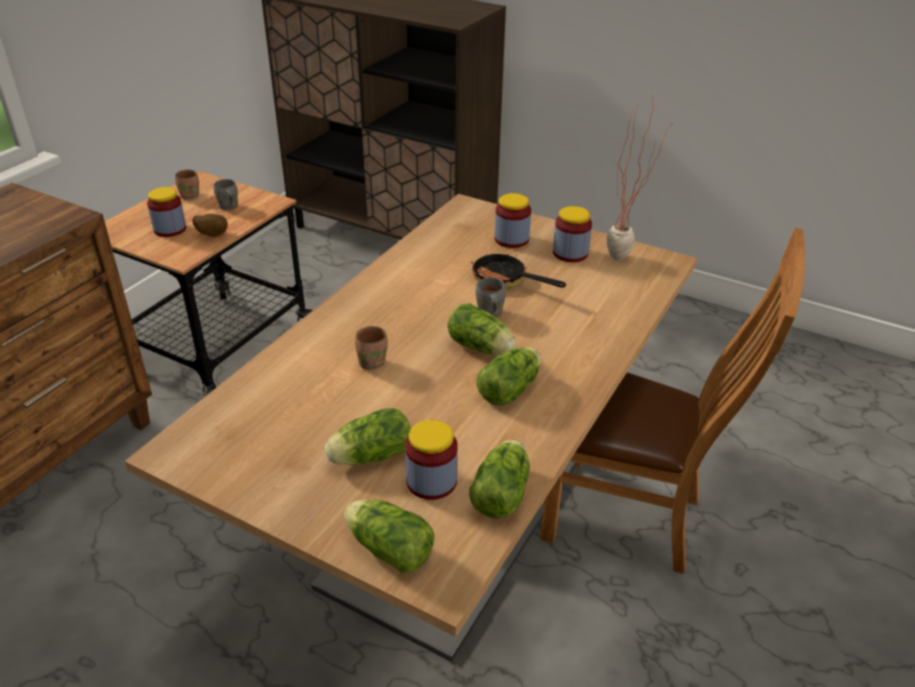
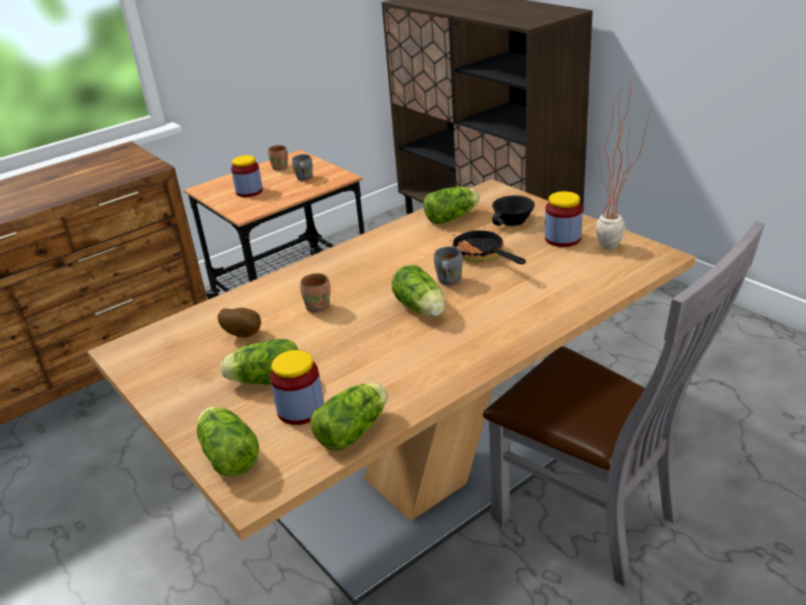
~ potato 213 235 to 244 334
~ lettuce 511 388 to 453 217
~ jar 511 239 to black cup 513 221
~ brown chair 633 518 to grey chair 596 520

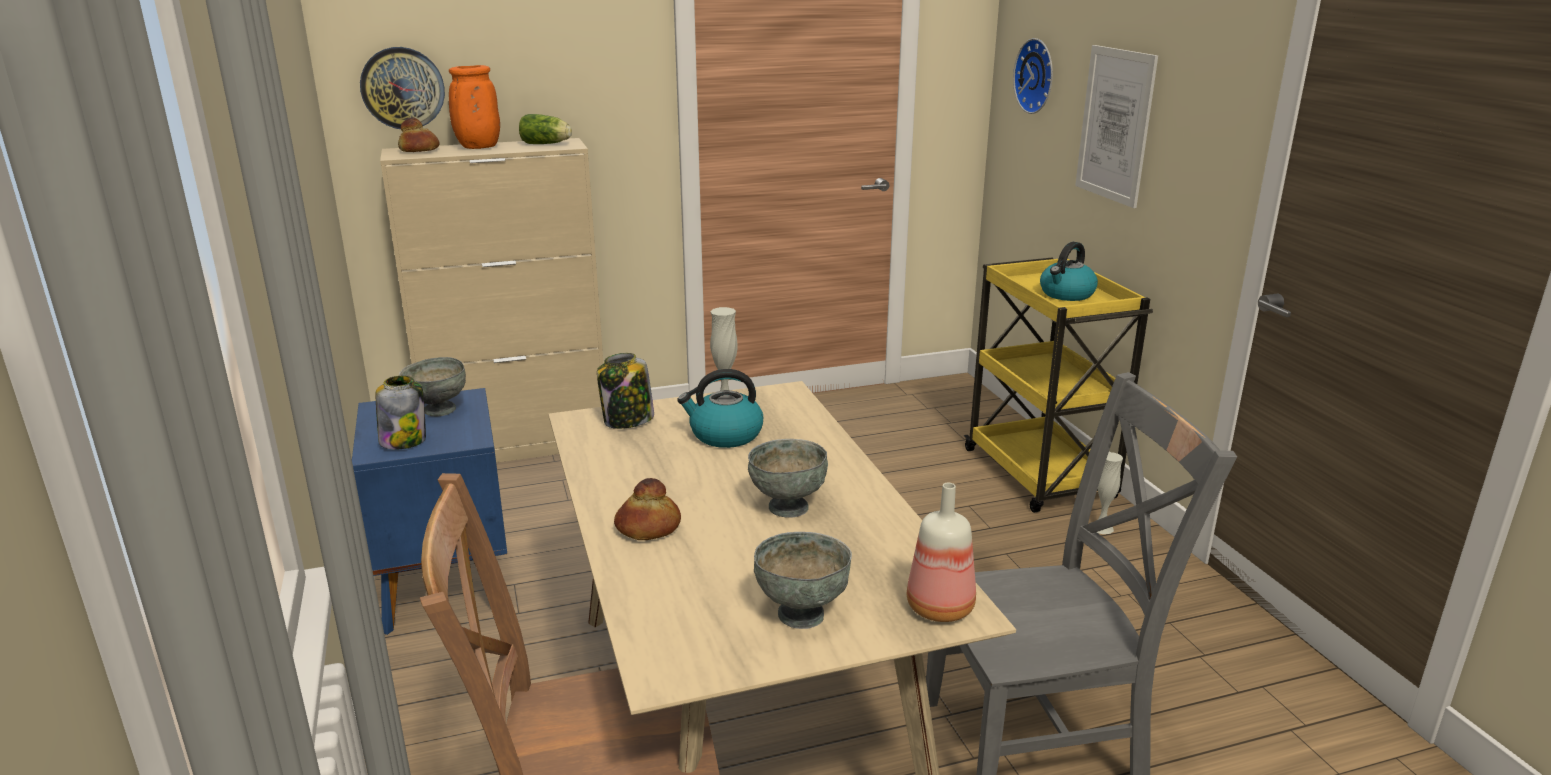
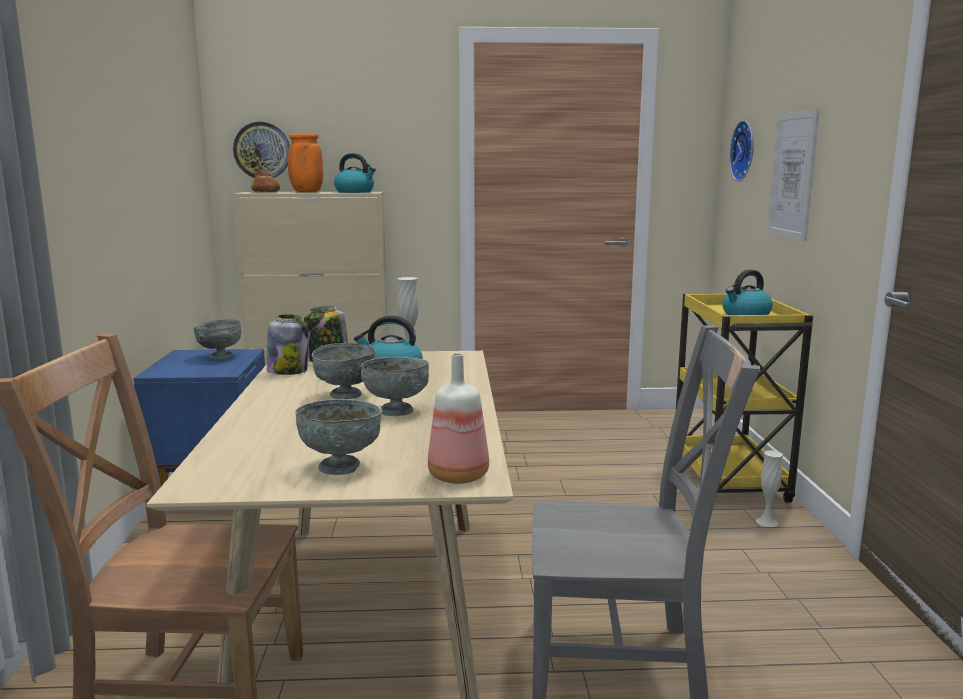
- bread 648 528
+ grey bowl 346 395
~ jar 404 440 to 288 371
~ lettuce 547 144 to kettle 355 192

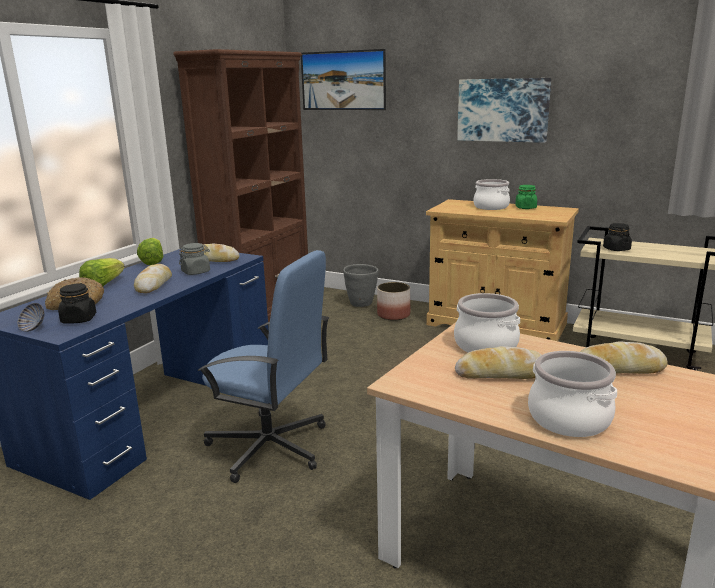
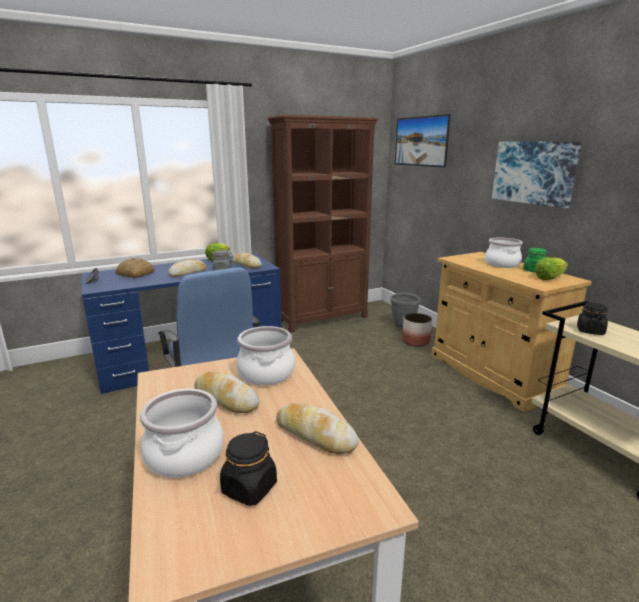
~ black jar 79 319 to 249 488
~ lettuce 103 285 to 549 278

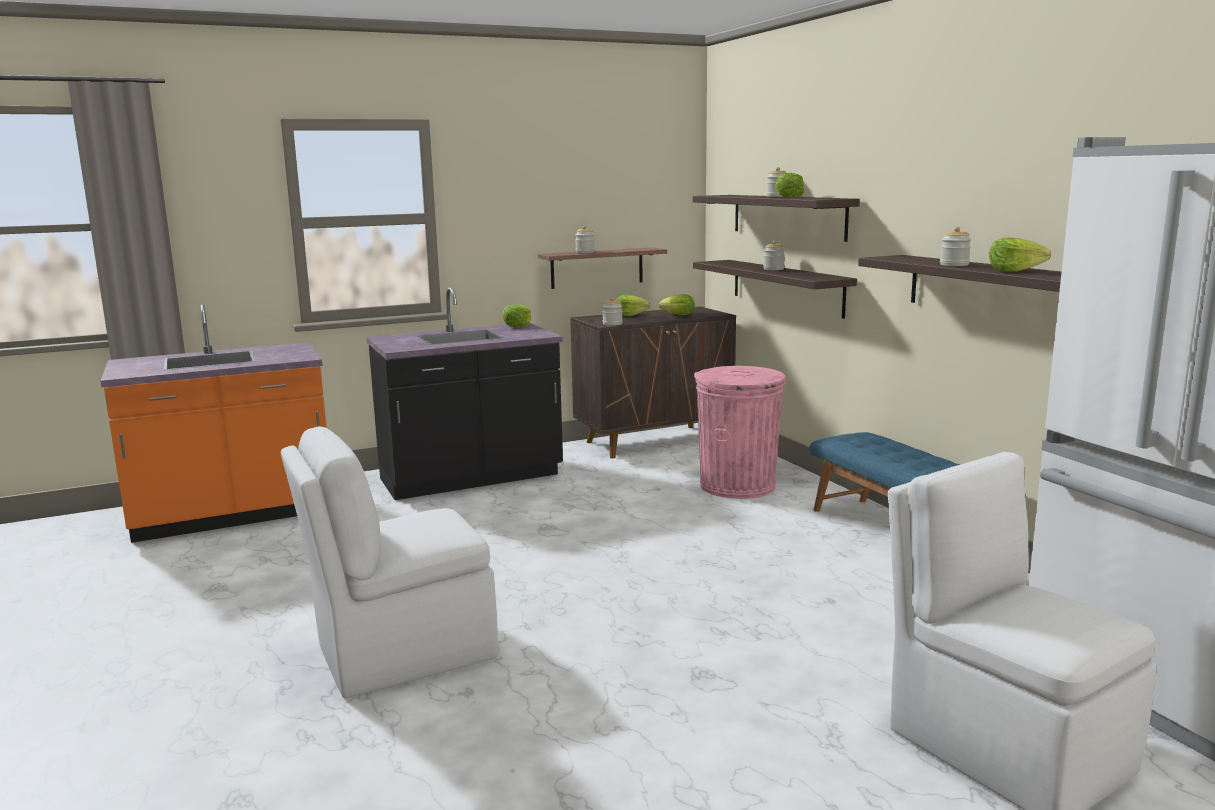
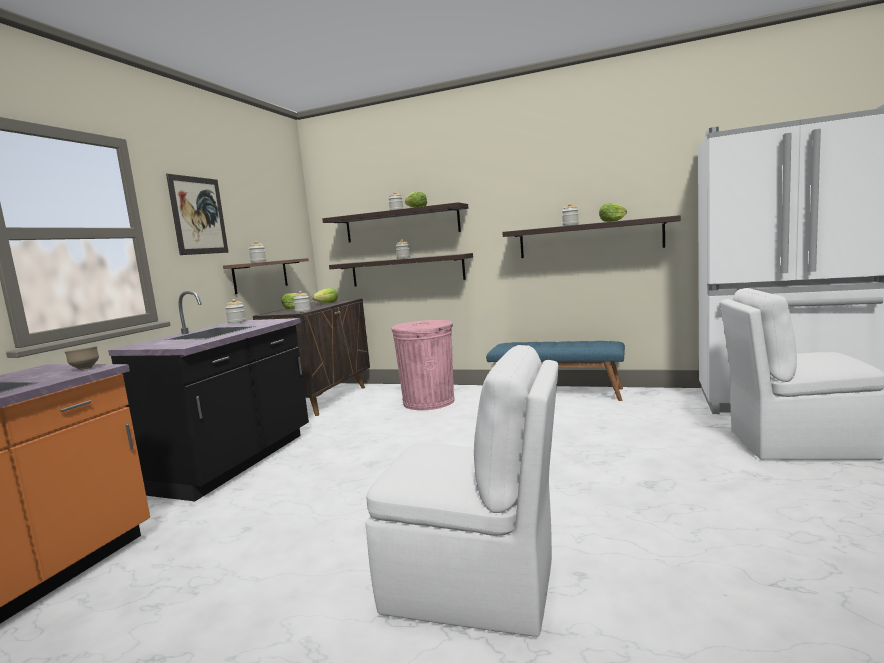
+ brown bowl 85 368
+ picture 198 215
~ lettuce 518 326 to jar 237 322
~ white chair 401 653 = 475 586 90 degrees counterclockwise

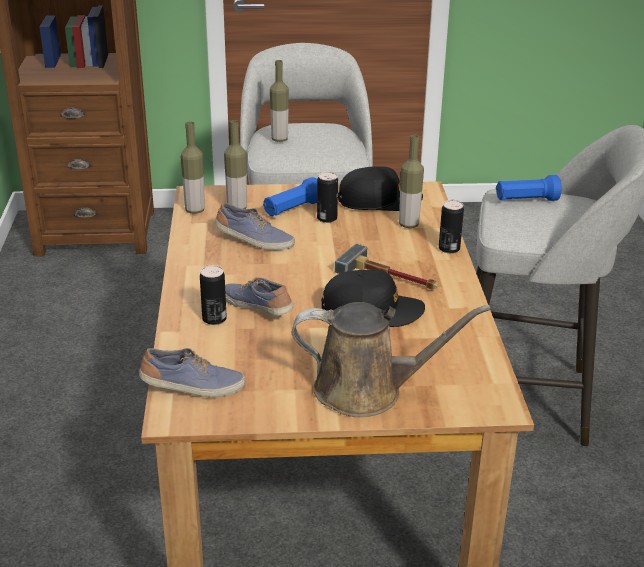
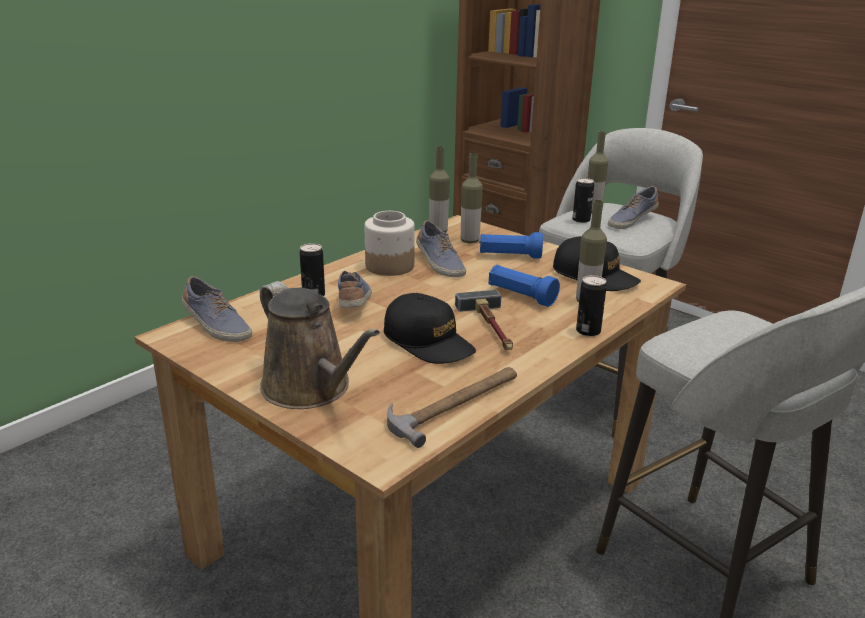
+ jar 389 266
+ hammer 456 404
+ shoe 631 220
~ can 327 218 to 581 220
~ blue flashlight 526 200 to 521 296

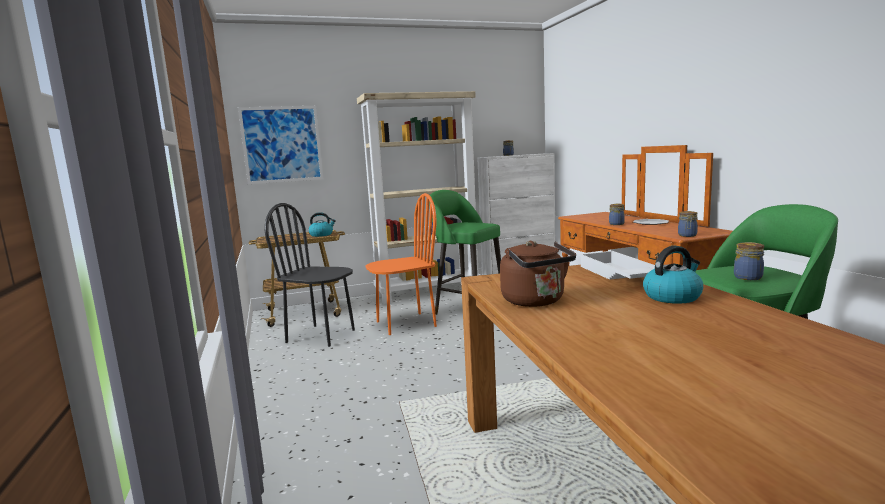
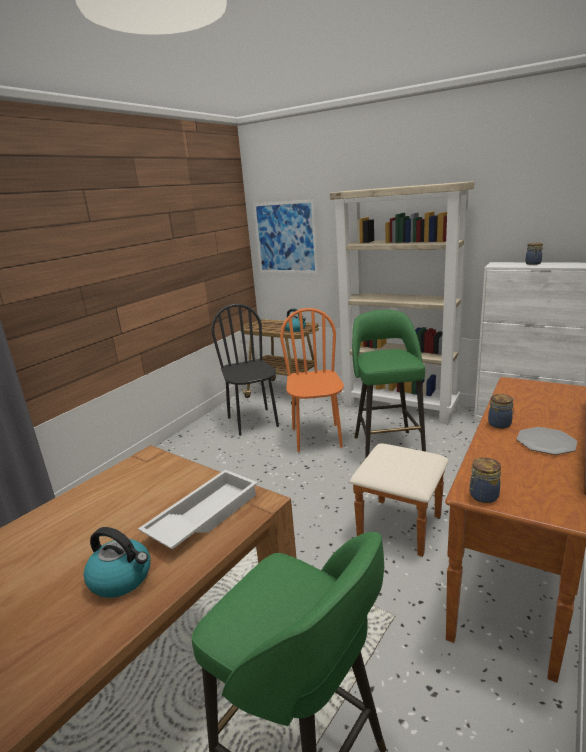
- brown kettle 536 301
- jar 747 277
~ orange chair 406 324 = 317 437 120 degrees counterclockwise

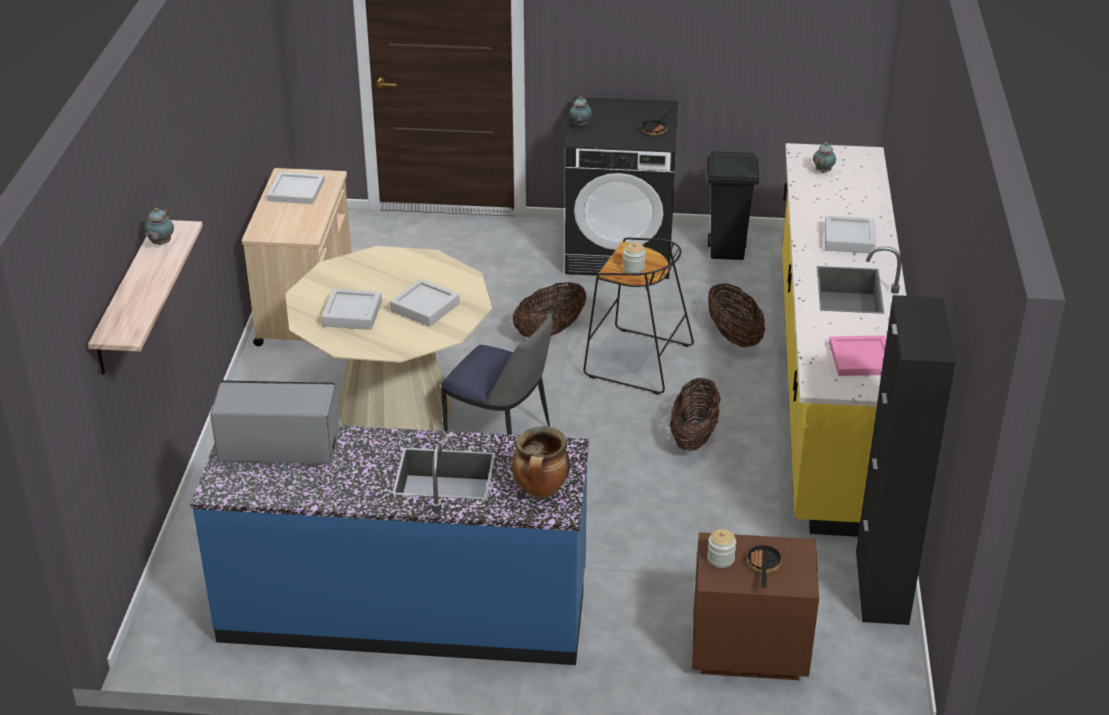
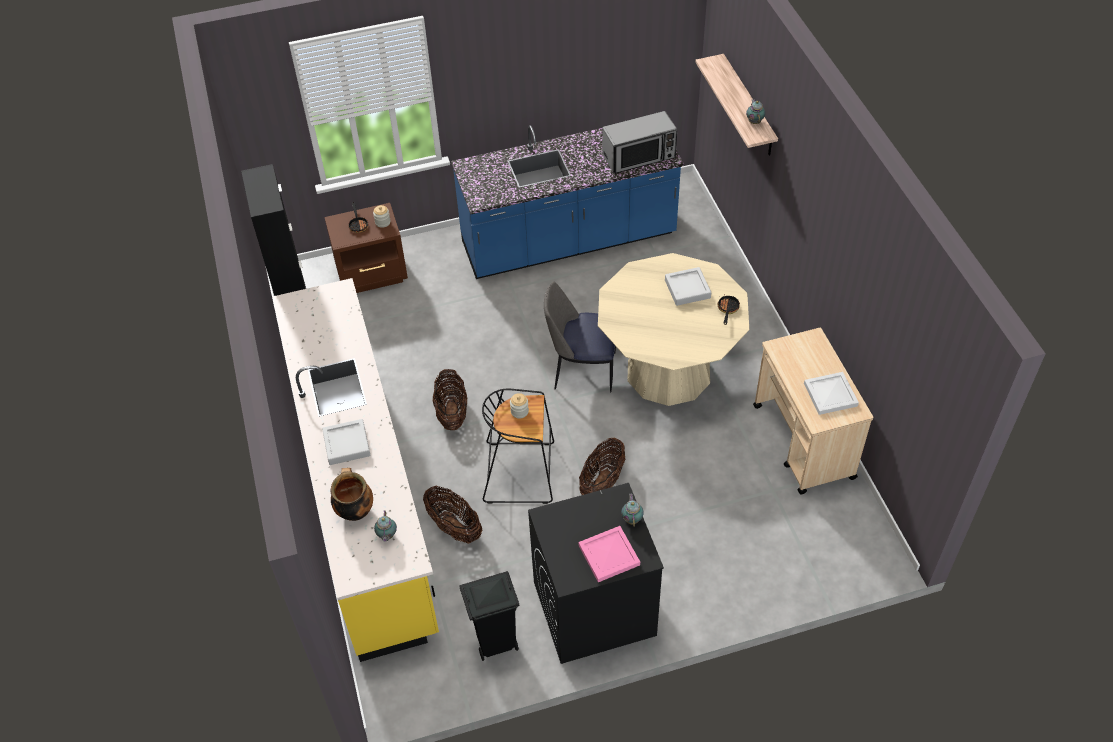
- grey tray 425 307
~ cooking pot 541 490 to 355 510
~ frying pan 656 129 to 727 309
~ pink tray 862 359 to 608 555

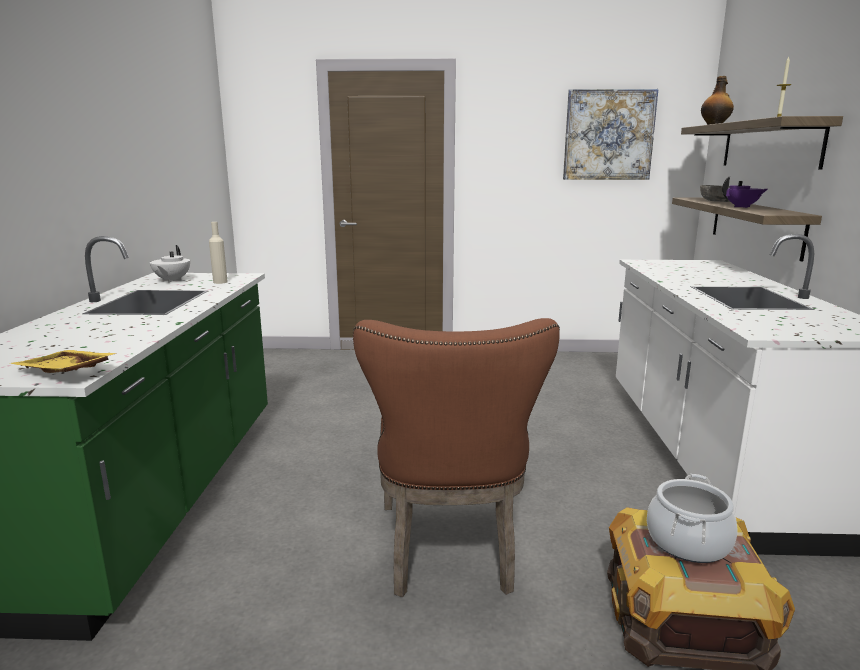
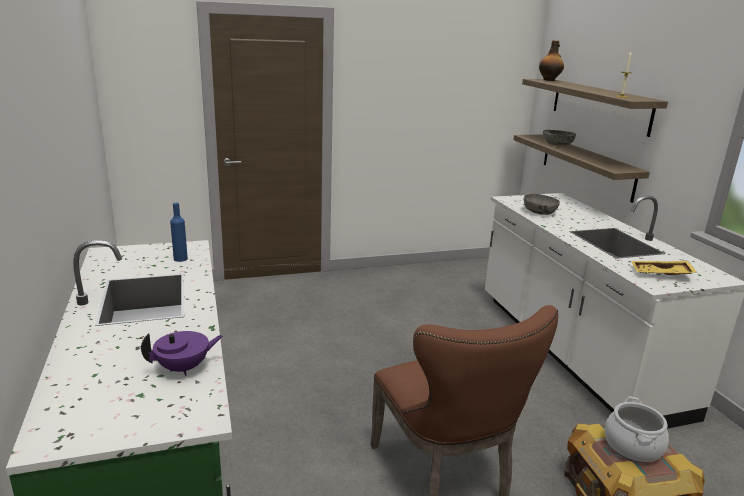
- white teapot 171 280
- picture 608 135
+ grey bowl 539 212
~ yellow tray 64 373 to 661 274
~ purple teapot 742 207 to 184 368
~ beige bottle 220 282 to blue bottle 180 259

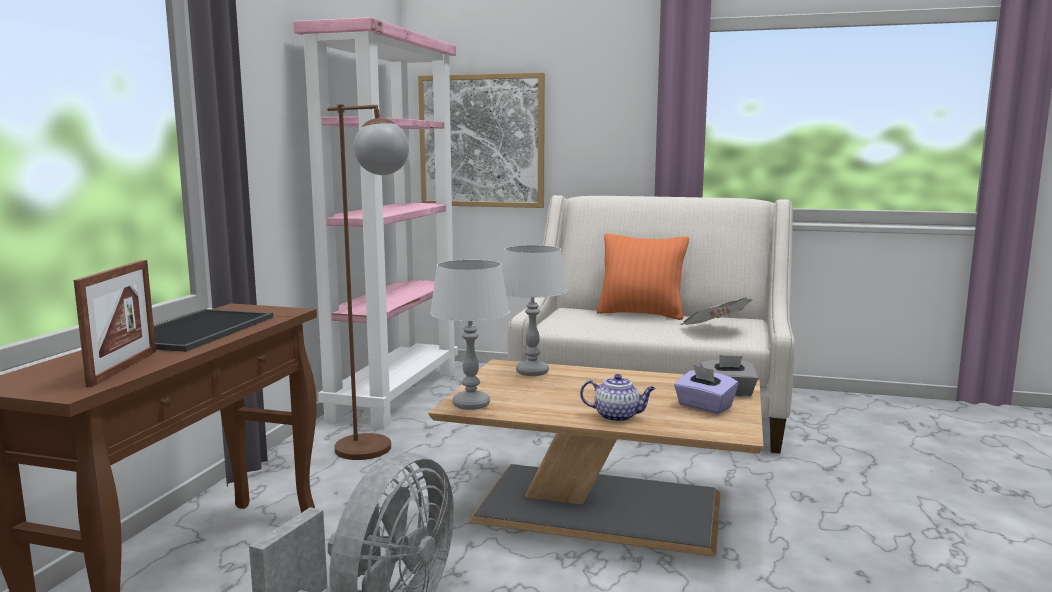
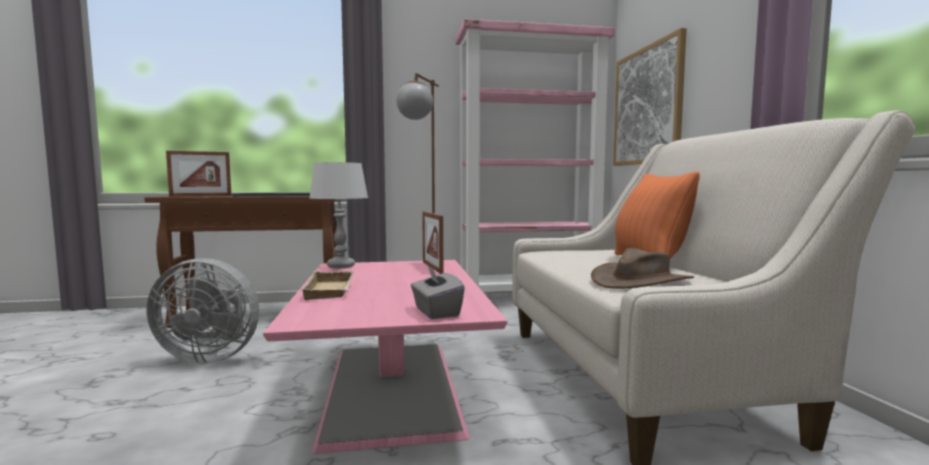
- purple tissue box 704 407
~ grey table lamp 532 372 to picture frame 432 267
~ teapot 617 416 to beige tray 332 290
~ newspaper 714 330 to brown hat 640 281
~ brown coffee table 604 506 to pink coffee table 392 389

